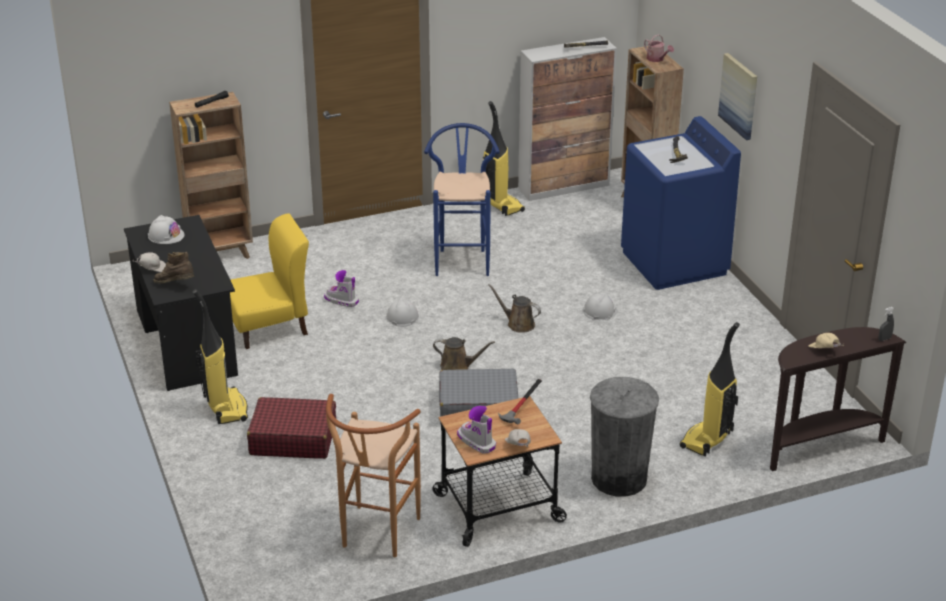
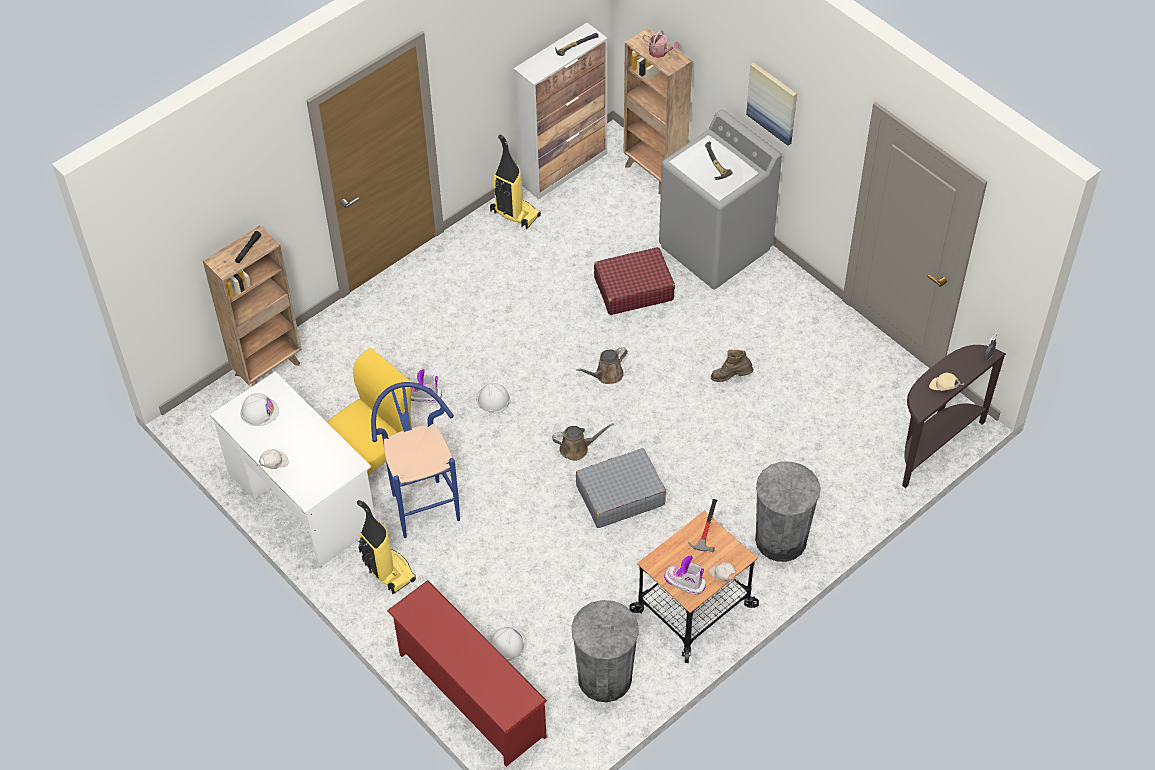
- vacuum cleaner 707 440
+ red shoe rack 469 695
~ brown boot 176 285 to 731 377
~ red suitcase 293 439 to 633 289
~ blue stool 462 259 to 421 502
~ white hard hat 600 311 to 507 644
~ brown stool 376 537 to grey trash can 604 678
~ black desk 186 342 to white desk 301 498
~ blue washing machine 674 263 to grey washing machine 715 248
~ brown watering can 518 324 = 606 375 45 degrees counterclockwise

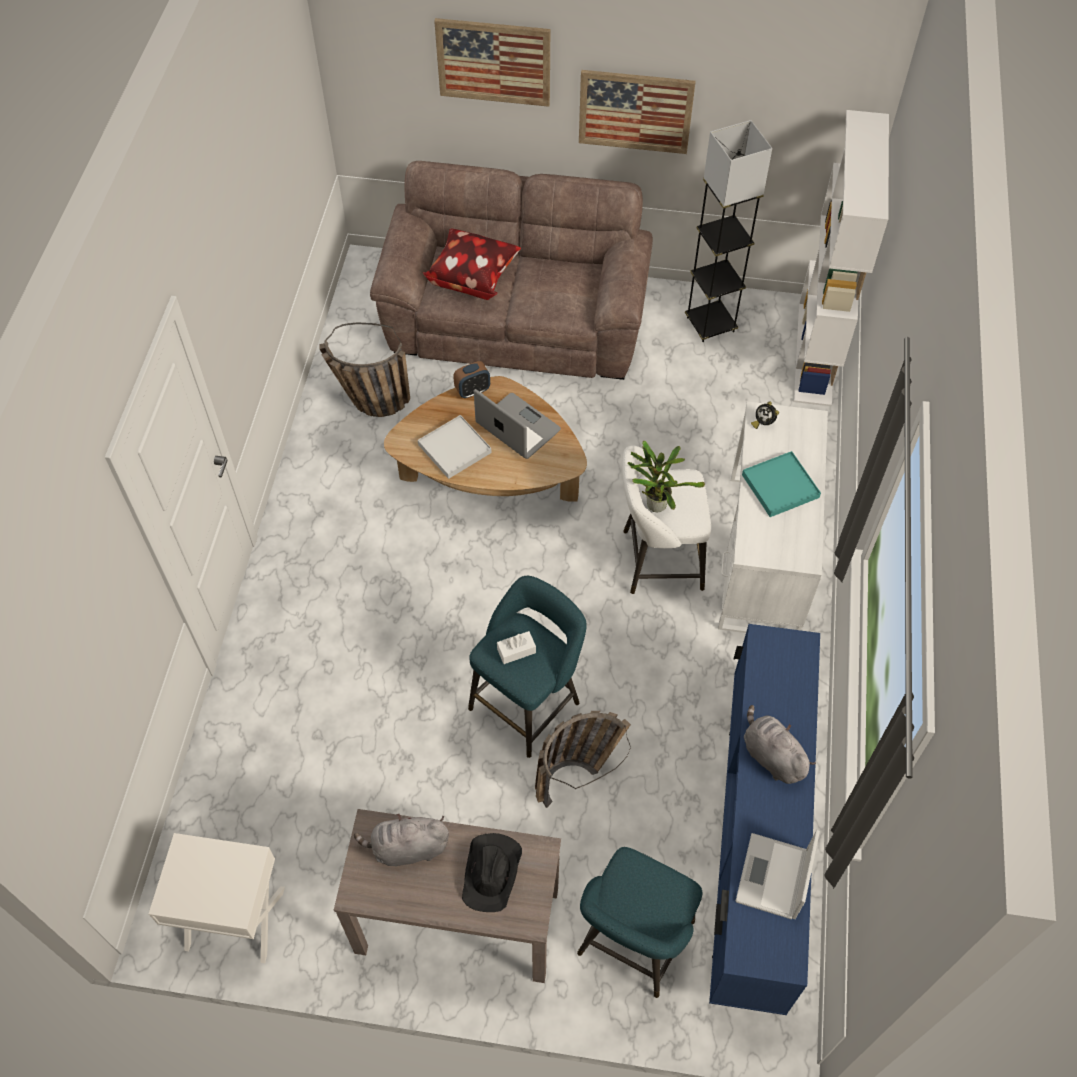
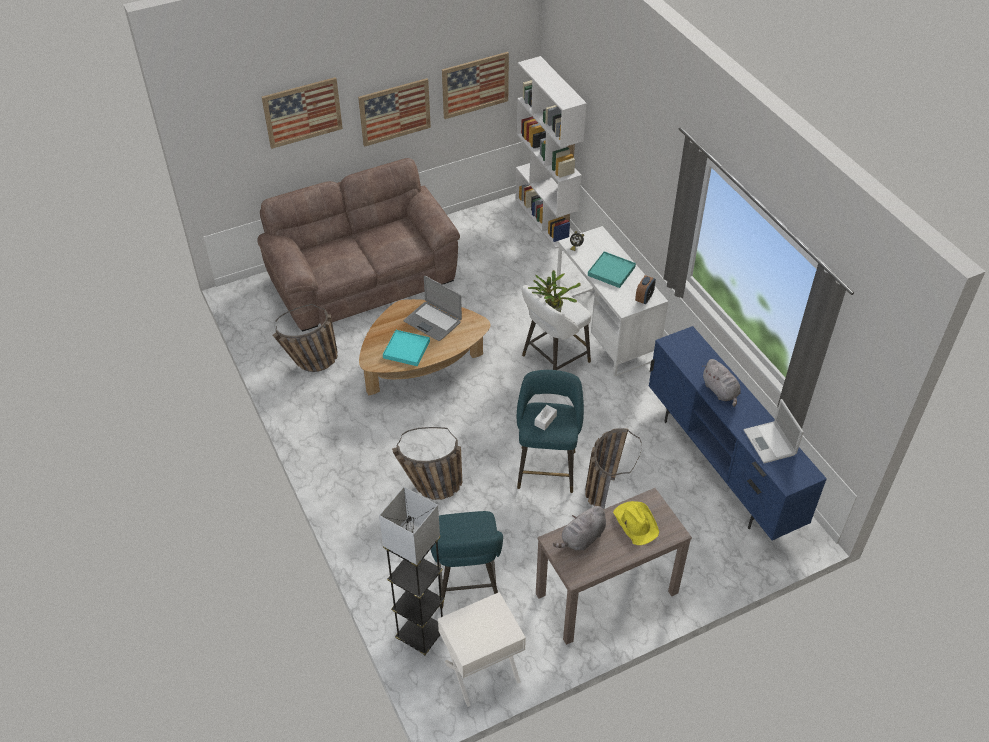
- pillow 472 278
+ basket 429 489
+ picture 475 85
~ alarm clock 472 391 to 644 298
~ turquoise stool 632 944 to 467 585
~ grey floor lamp 710 324 to 421 635
~ white tray 455 449 to turquoise tray 406 349
~ black hat 492 872 to yellow hat 636 523
~ laptop 517 428 = 433 321 150 degrees counterclockwise
~ grey plush toy 771 756 = 720 391 135 degrees counterclockwise

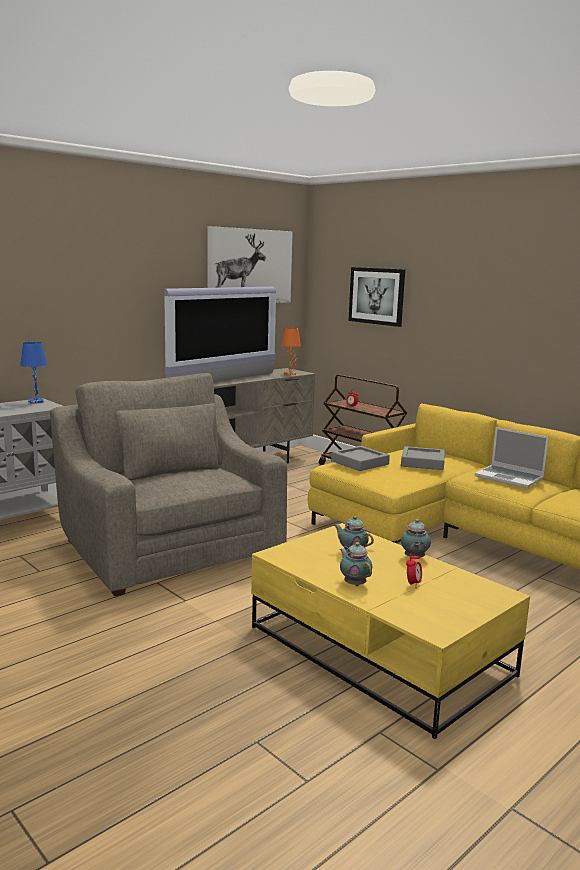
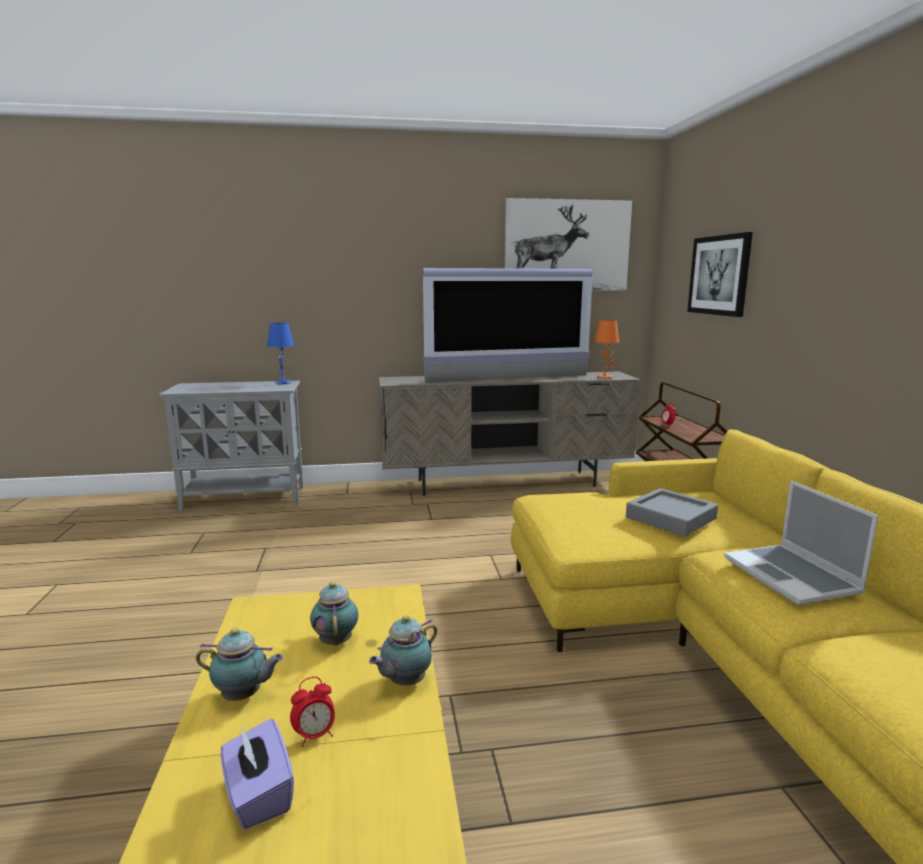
- grey armchair 169 546
- grey tray 359 463
+ purple tissue box 258 795
~ teapot 354 583 = 244 696 90 degrees clockwise

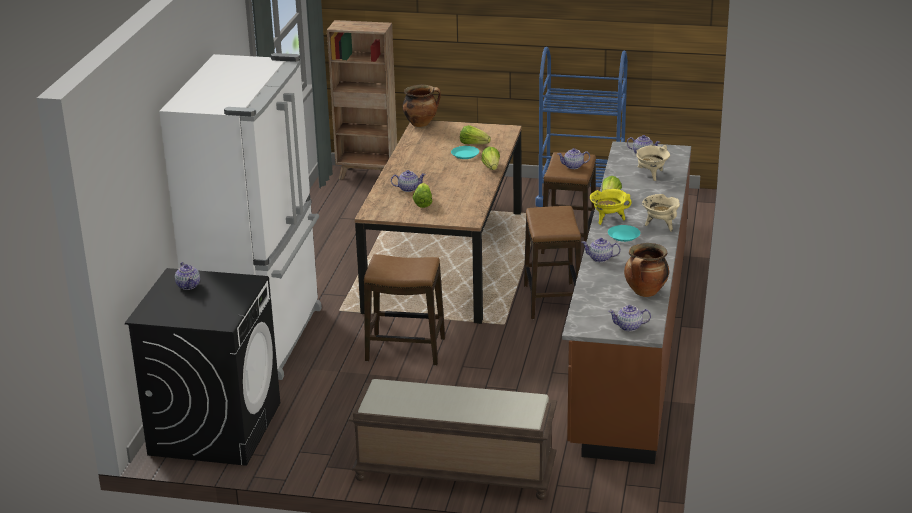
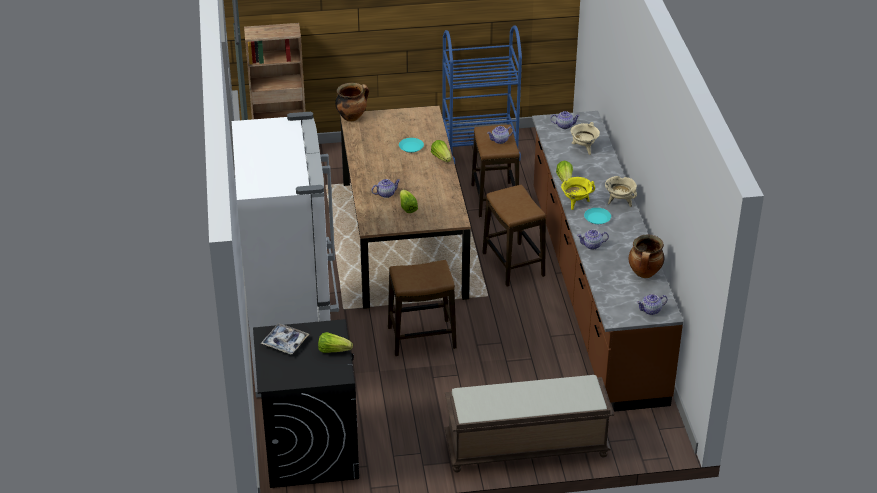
~ lettuce 474 144 to 333 350
~ teapot 188 285 to tray 285 342

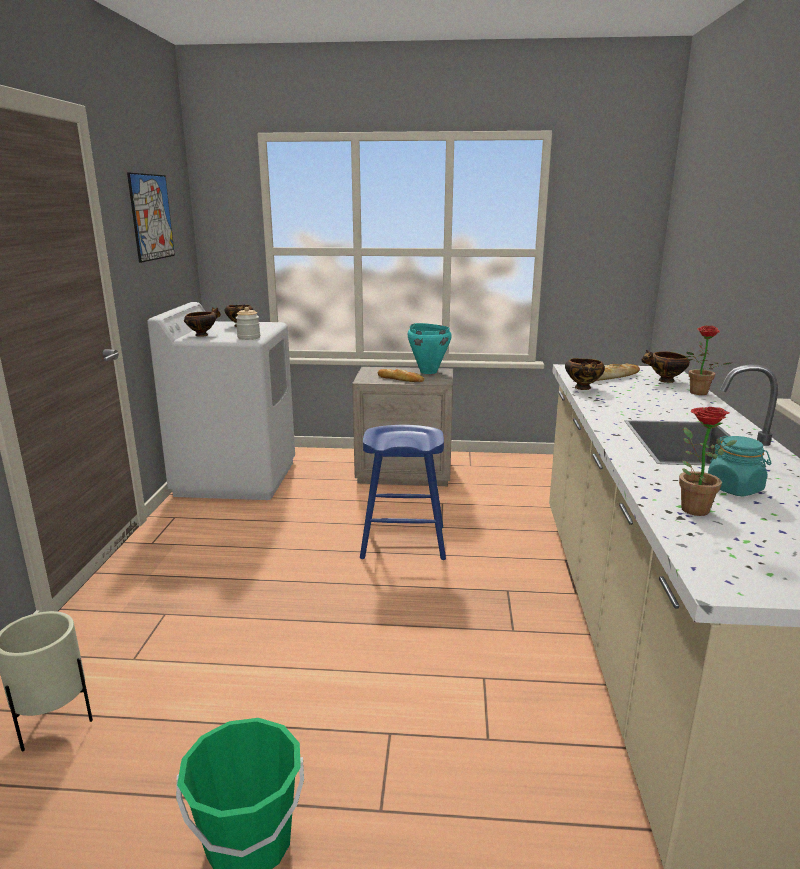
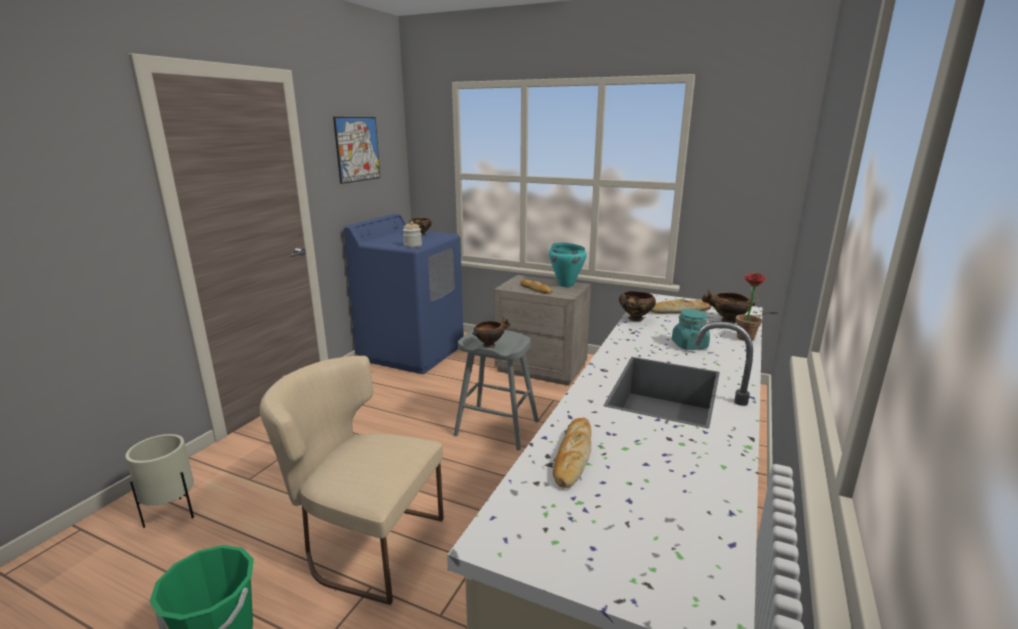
+ beige chair 364 544
~ bowl 202 335 to 490 345
~ turquoise jar 734 488 to 689 345
~ potted plant 690 507 to bread 572 456
~ white washing machine 236 478 to blue washing machine 412 352
~ blue stool 403 542 to grey stool 496 428

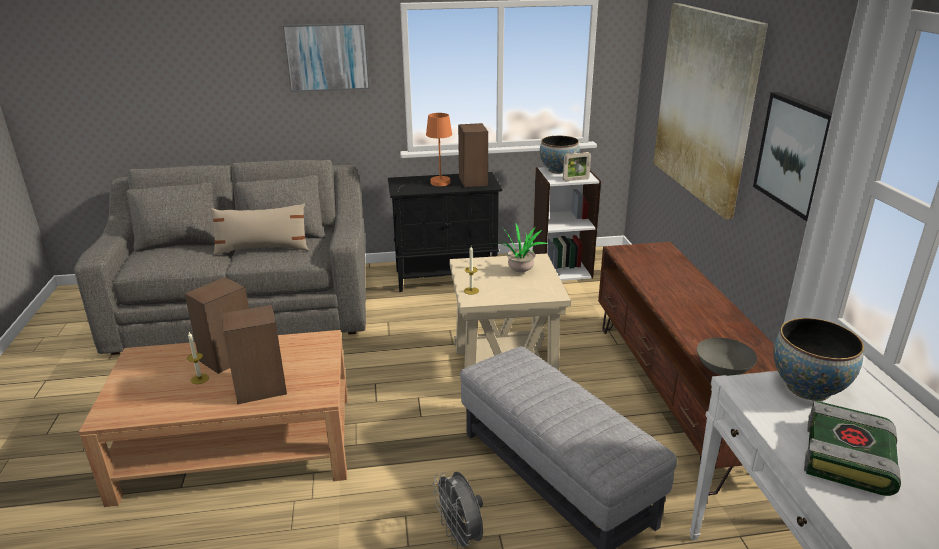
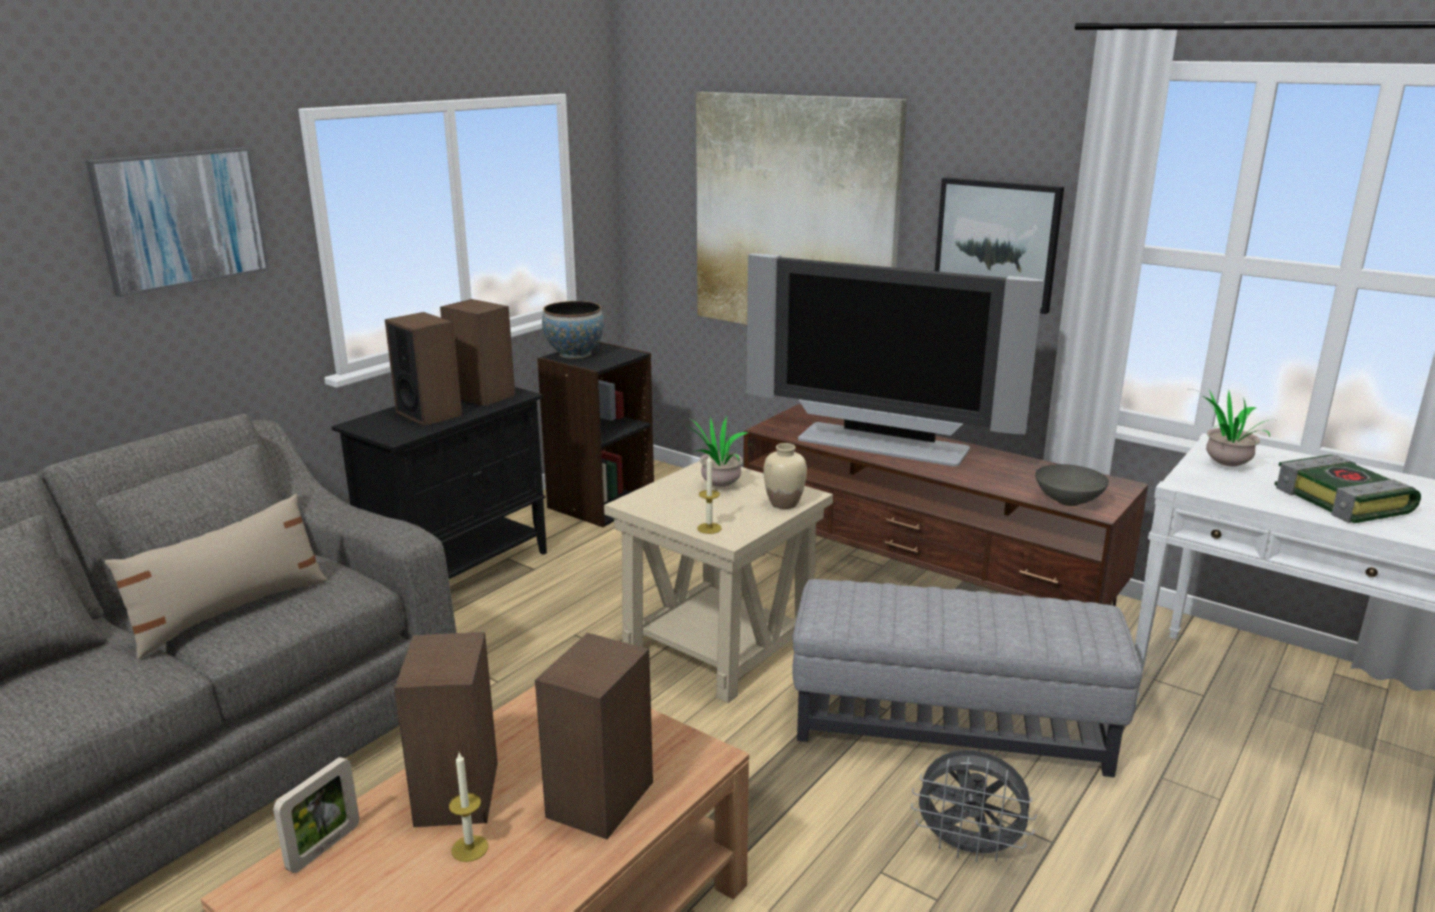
+ television 882 445
+ beige vase 784 503
~ picture frame 576 179 to 324 847
~ orange table lamp 433 183 to speaker 429 414
~ bowl 808 388 to potted plant 1223 465
~ white bookcase 561 269 to black bookcase 600 504

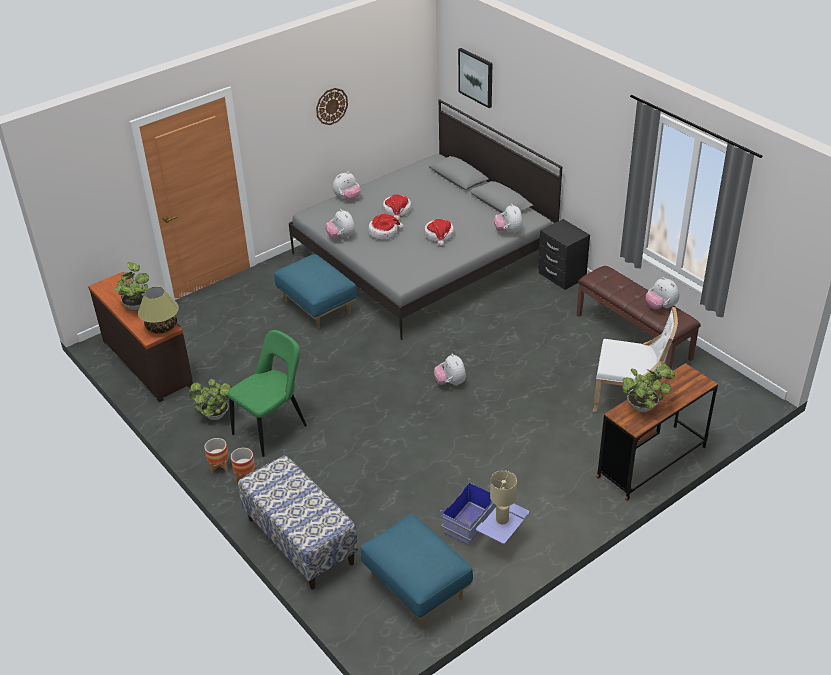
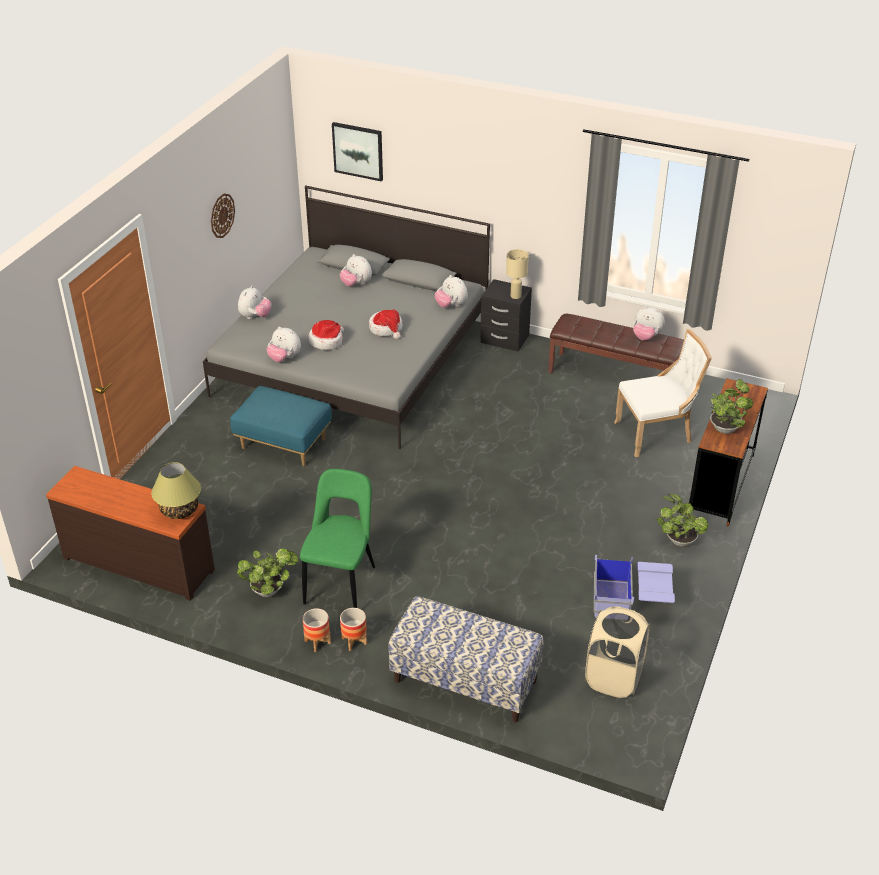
- hat 397 211
~ potted plant 136 305 to 679 540
~ plush toy 450 383 to 356 284
~ beige table lamp 502 520 to 516 296
~ blue ottoman 417 588 to beige laundry basket 613 678

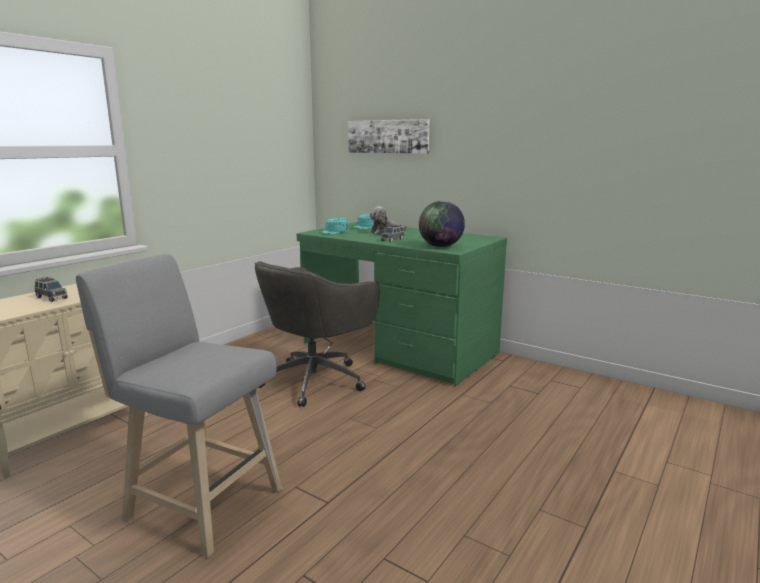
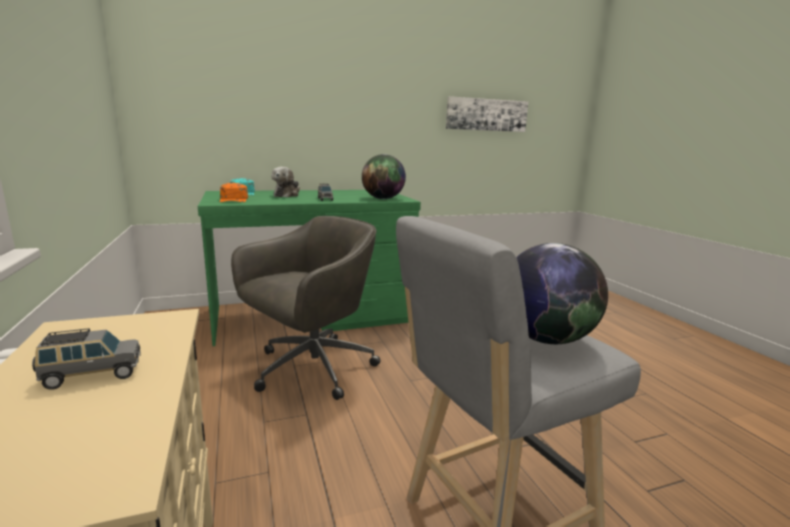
+ globe 546 339
~ picture 388 136 to 486 115
~ turquoise cap 334 231 to orange cap 234 200
~ grey office chair 316 380 = 311 369 120 degrees counterclockwise

